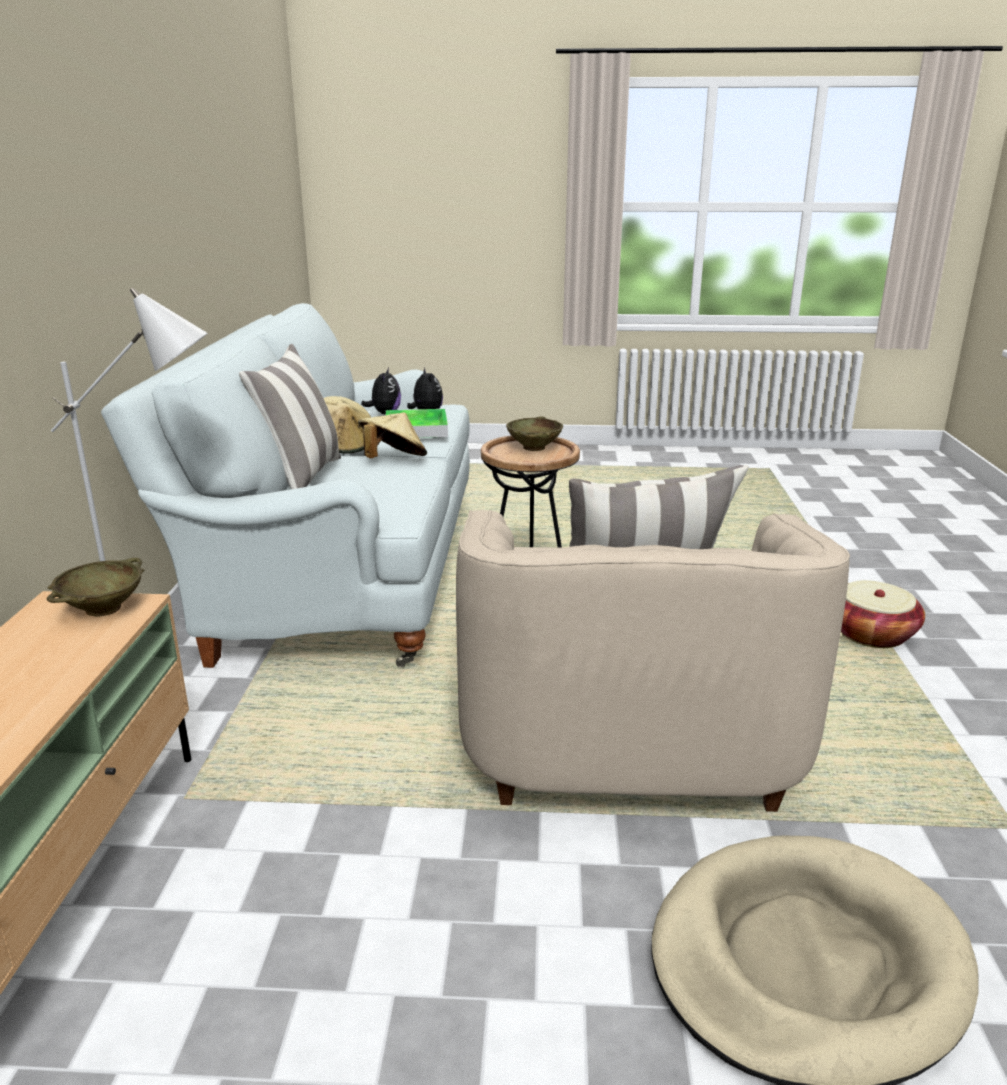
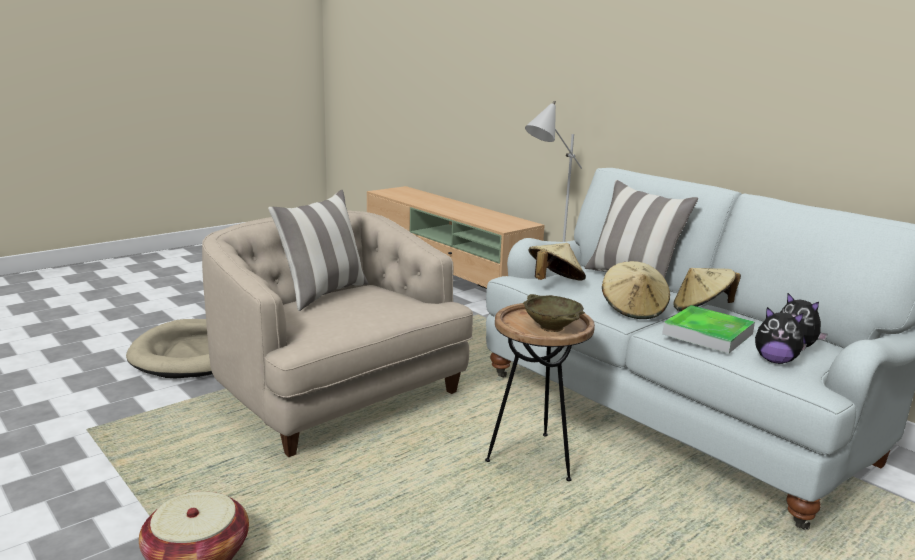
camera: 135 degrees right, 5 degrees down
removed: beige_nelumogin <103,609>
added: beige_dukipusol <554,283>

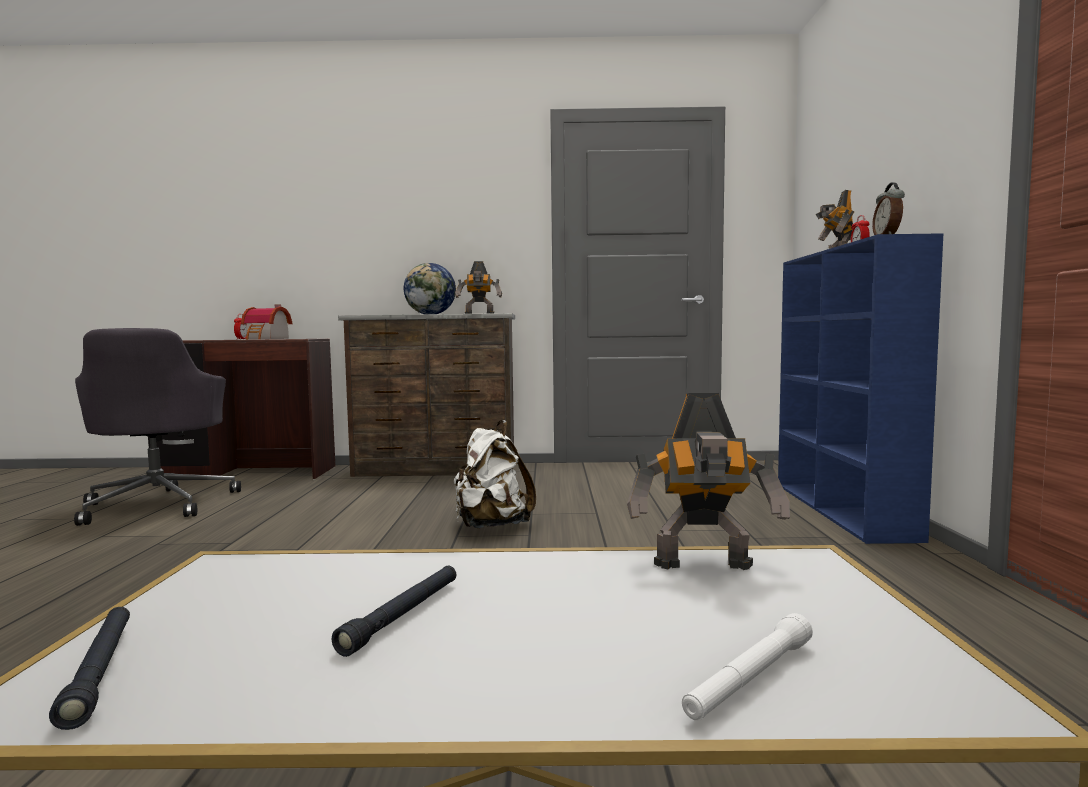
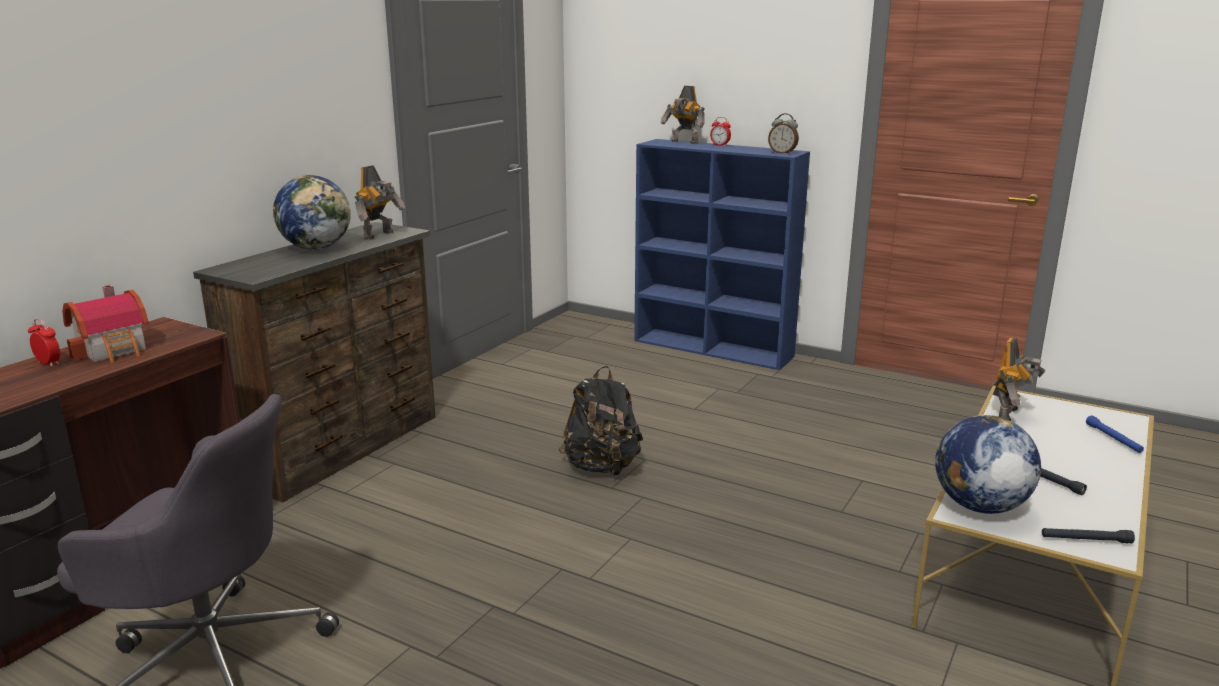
camera: 60 degrees left, 15 degrees up
added: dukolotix <979,506>
recoloured: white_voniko <491,526> to black_voniko <602,467>; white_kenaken <750,679> to blue_kenaken <1113,439>

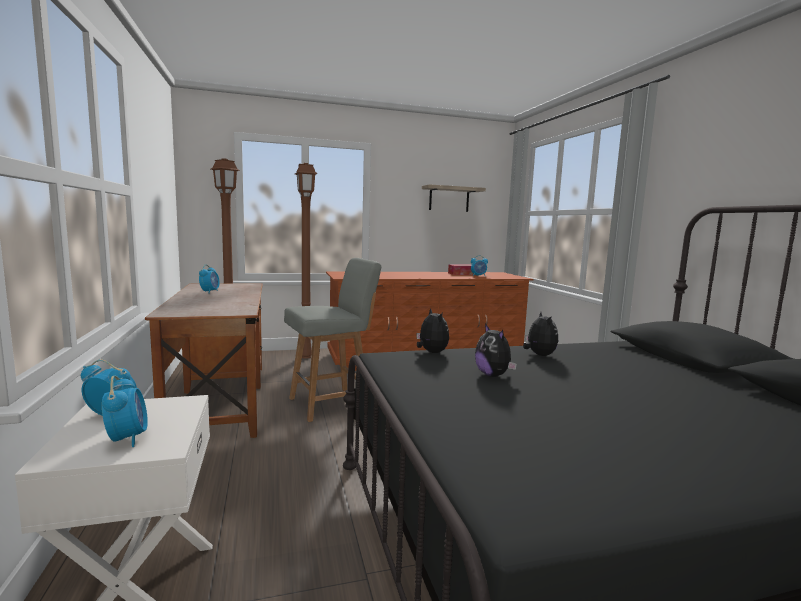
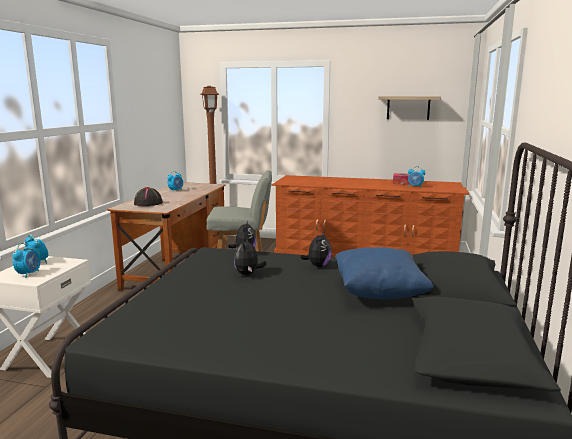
camera: 30 degrees right, 5 degrees up
removed: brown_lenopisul <306,356>
added: black_dukipusol <148,203>; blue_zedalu <379,293>

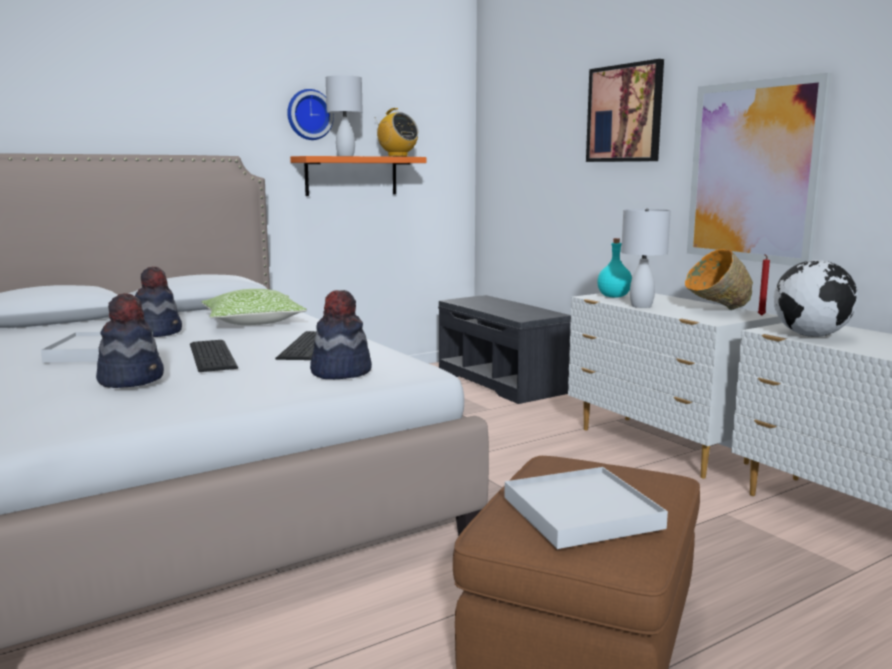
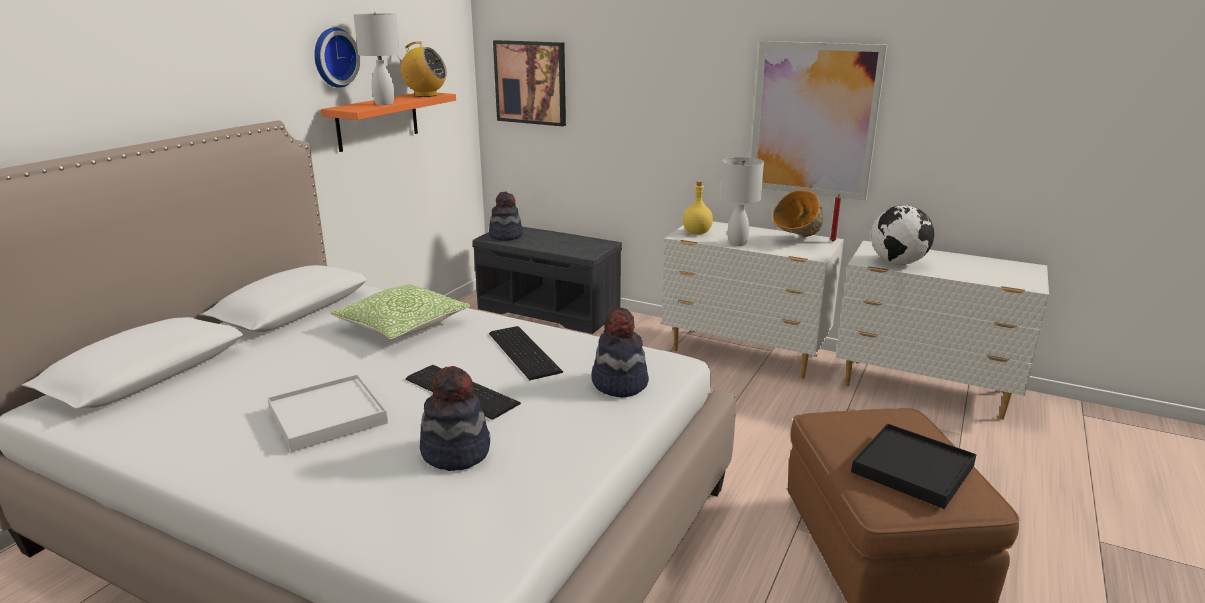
camera: 30 degrees left, 10 degrees up
moved: dukipusol <157,332> to <506,236>; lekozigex <625,113> to <531,82>
recoloured: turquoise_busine <613,296> to yellow_busine <696,232>; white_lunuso <581,512> to black_lunuso <912,469>

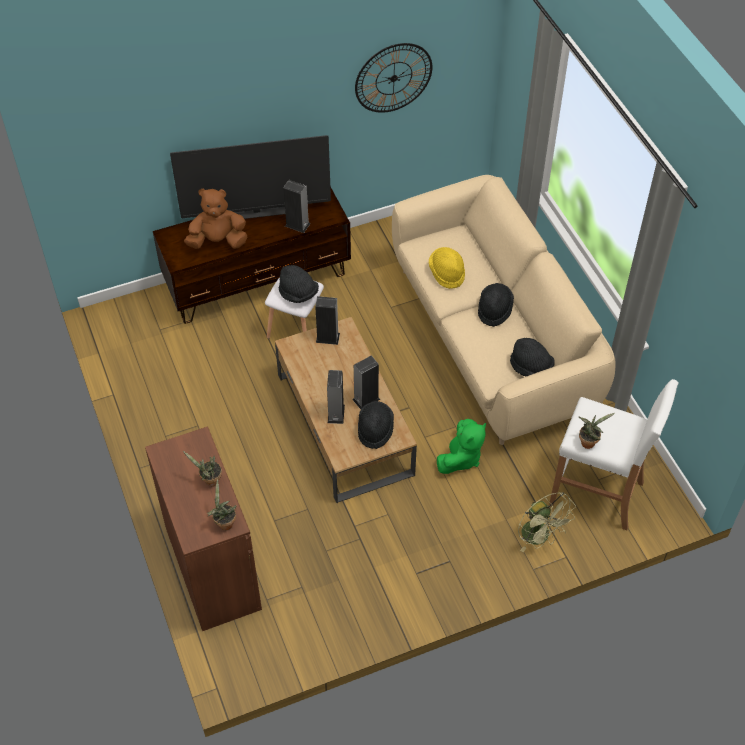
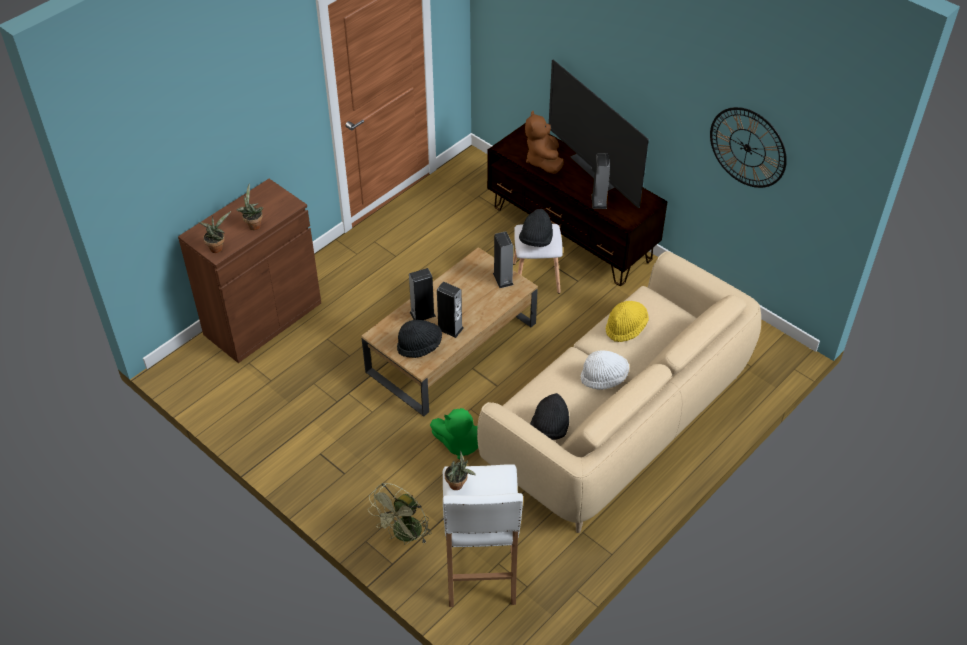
camera: 65 degrees right, 5 degrees down
recoloured: black_dukipusol <494,310> to white_dukipusol <604,377>
turned: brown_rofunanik <218,241> = <543,161> 150 degrees counterclockwise

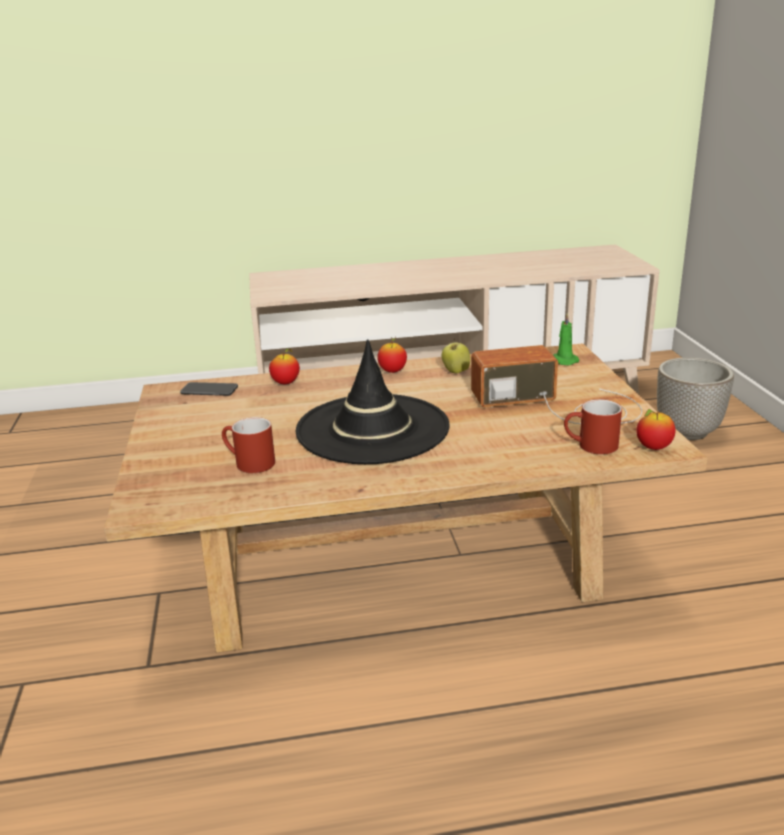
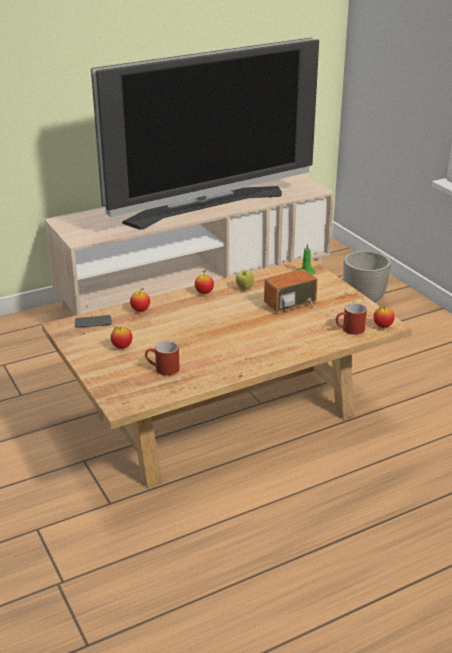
camera: 20 degrees left, 5 degrees up
removed: black_dukipusol <372,429>
added: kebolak <207,206>; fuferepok <122,347>

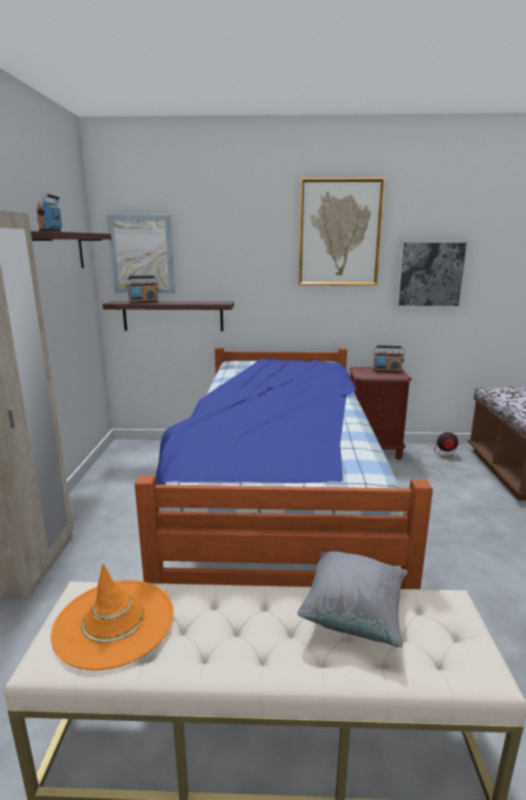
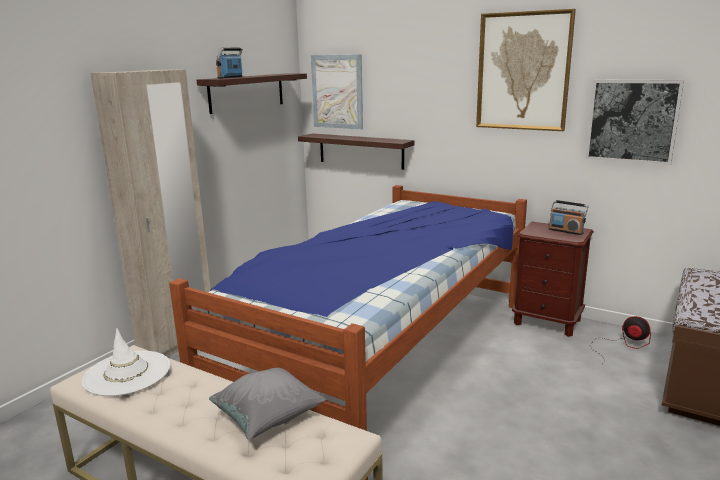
camera: 30 degrees right, 0 degrees up
removed: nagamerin <143,302>
recoloured: orange_dukipusol <114,622> to white_dukipusol <127,373>

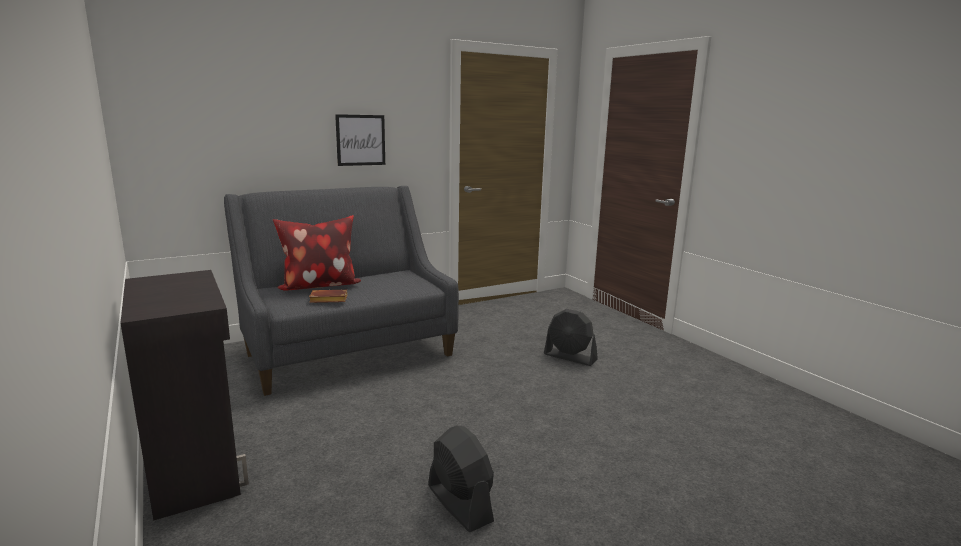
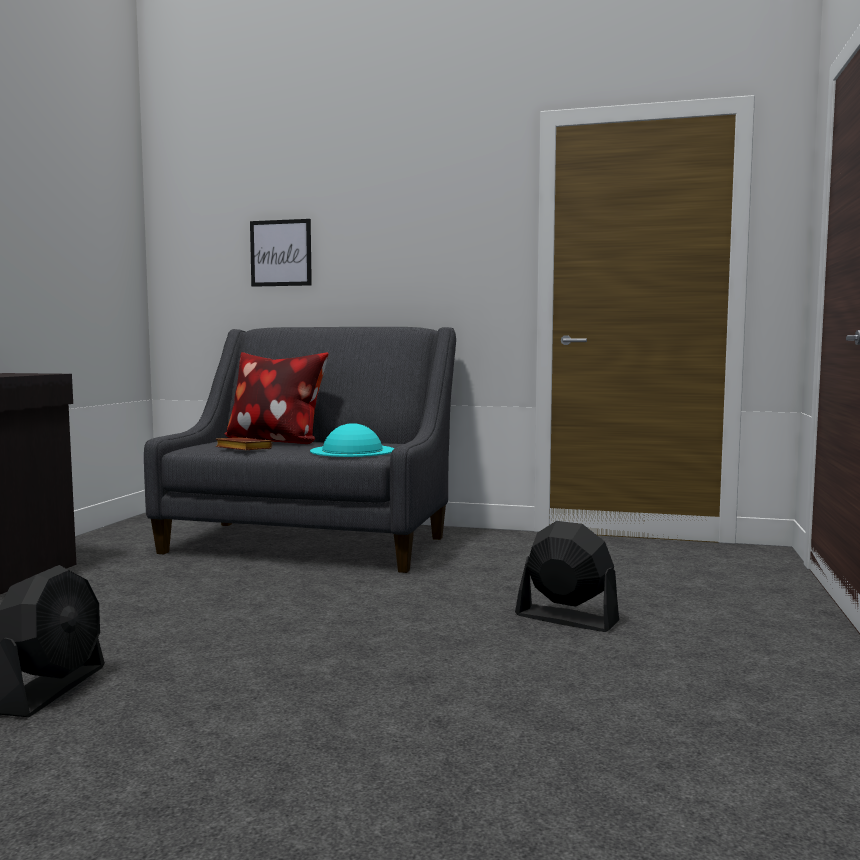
camera: 45 degrees right, 10 degrees down
added: turquoise_dukipusol <352,451>
moved: lekozigex <360,140> to <281,253>
turned: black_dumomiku <570,357> = <566,618> 135 degrees clockwise

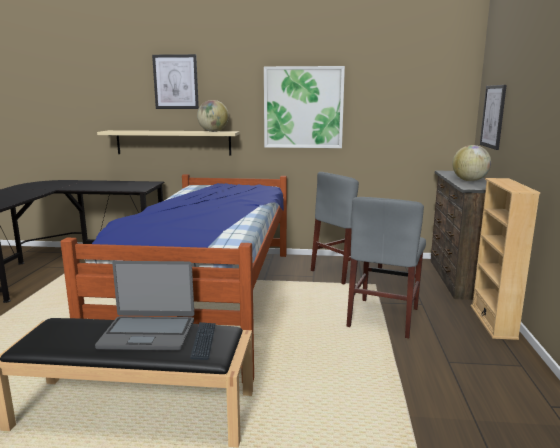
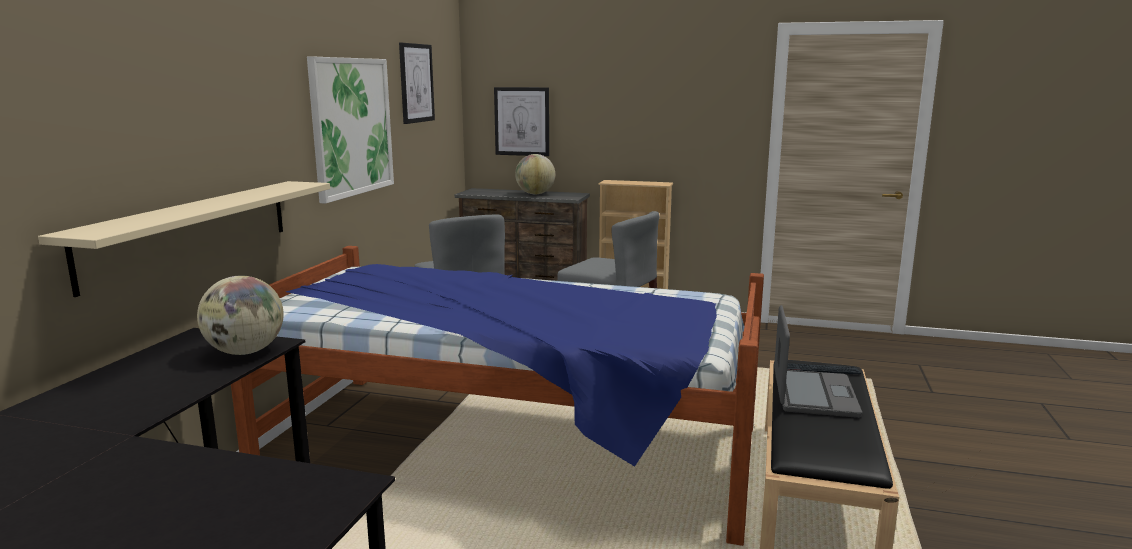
camera: 80 degrees left, 0 degrees up
moved: dukolotix <213,131> to <245,352>; lekozigex <176,82> to <416,83>

